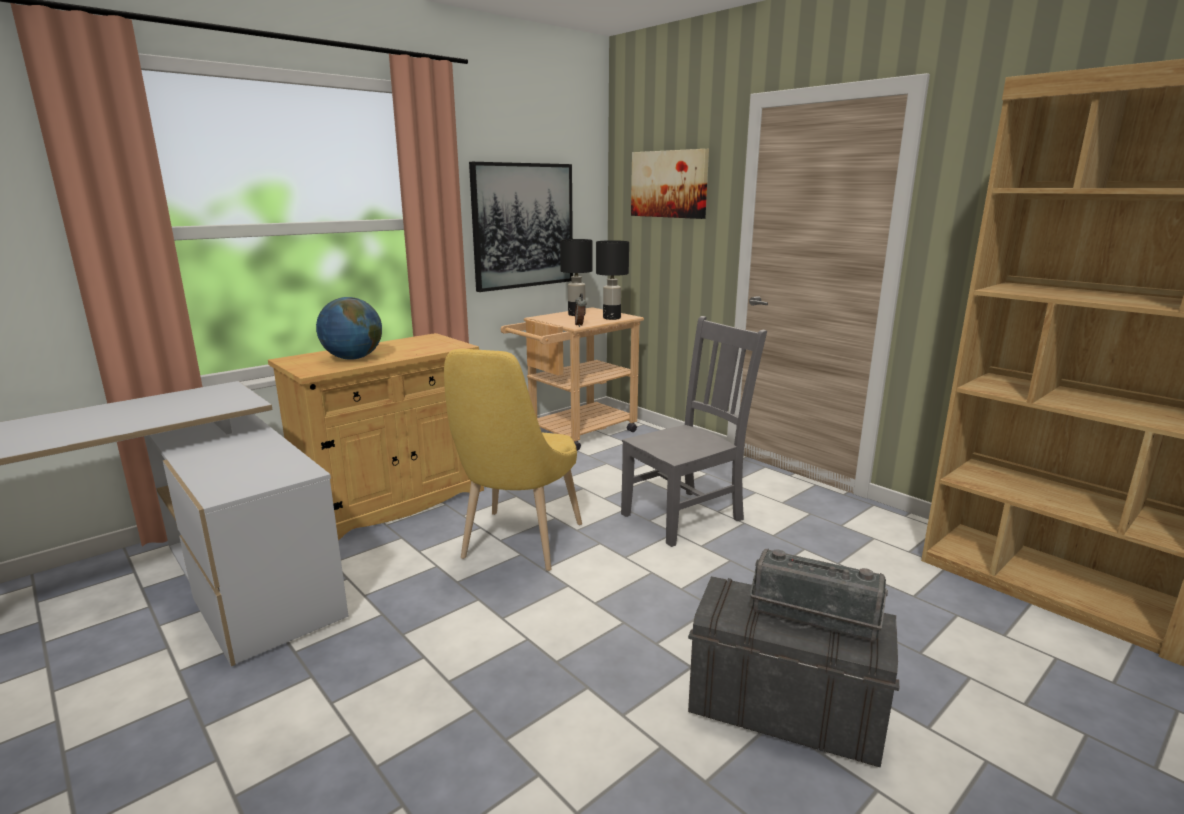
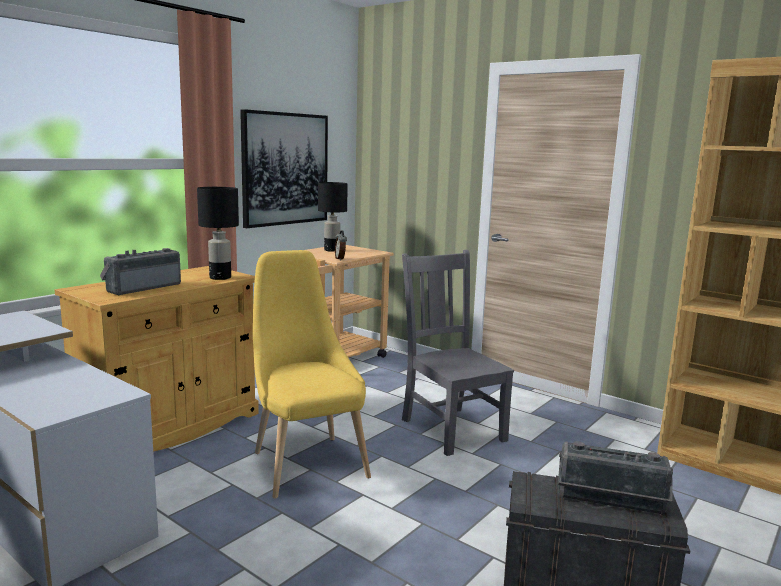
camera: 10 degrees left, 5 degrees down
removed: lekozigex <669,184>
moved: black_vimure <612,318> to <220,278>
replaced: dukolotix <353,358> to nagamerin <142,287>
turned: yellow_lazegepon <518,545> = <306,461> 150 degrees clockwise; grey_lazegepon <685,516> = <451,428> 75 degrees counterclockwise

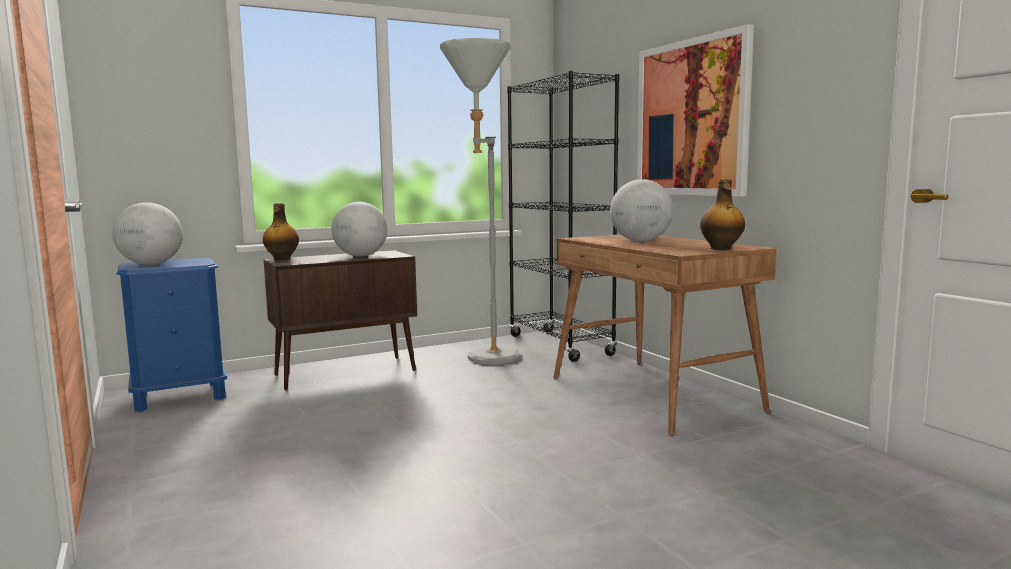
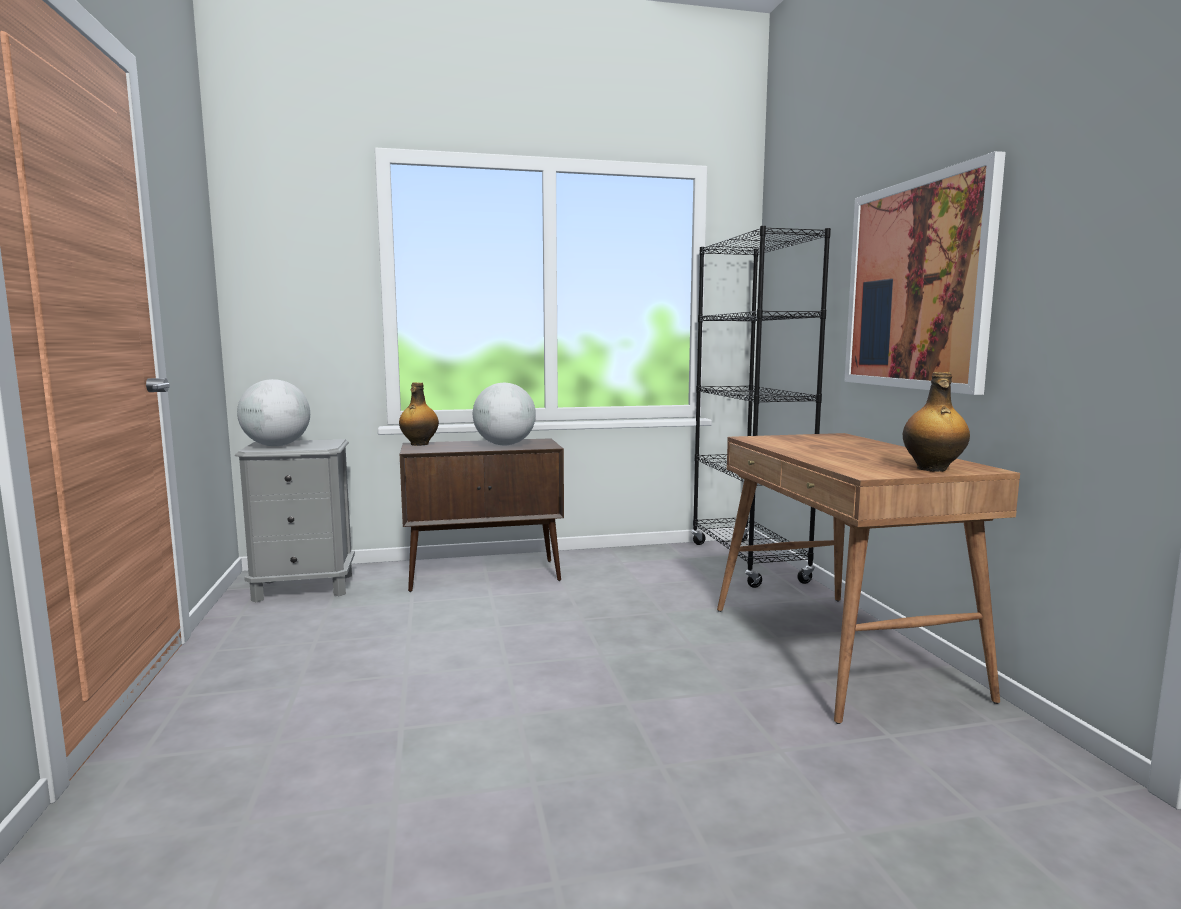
camera: 15 degrees right, 0 degrees up
removed: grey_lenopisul <484,360>; dukolotix <640,241>
recoloured: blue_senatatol <180,396> to grey_senatatol <304,587>

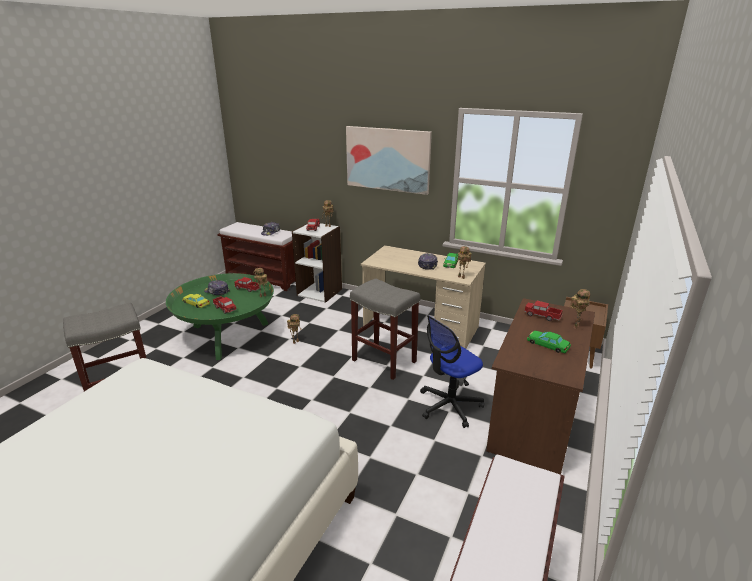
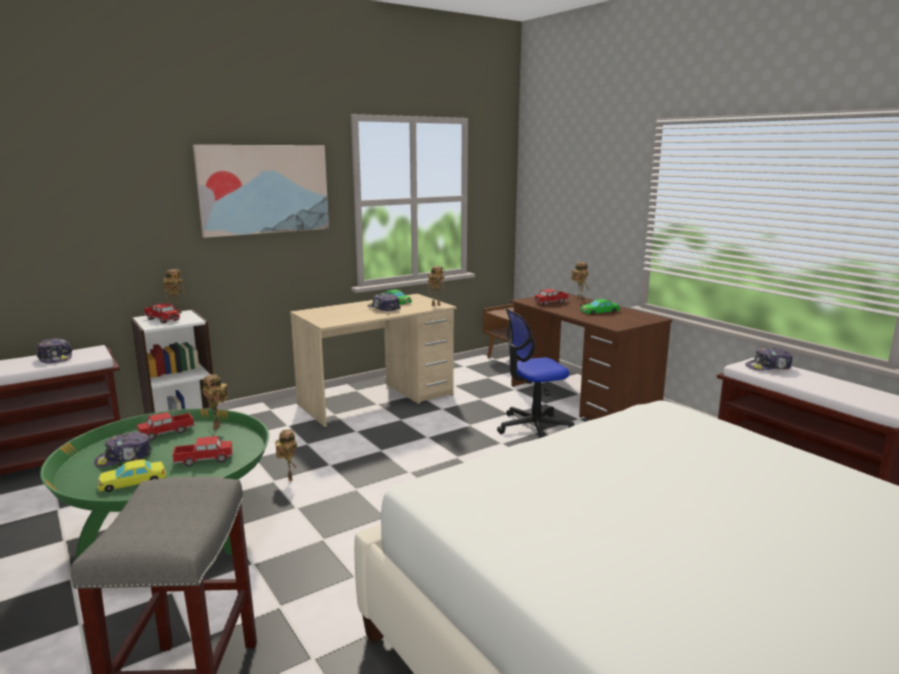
camera: 60 degrees left, 10 degrees down
removed: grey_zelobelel <383,361>
added: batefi <768,367>
turned: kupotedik <449,405> = <533,428> 75 degrees clockwise

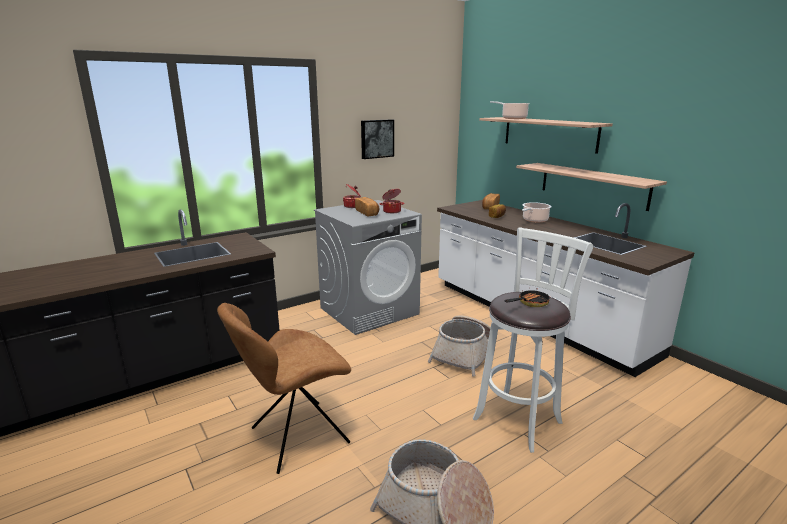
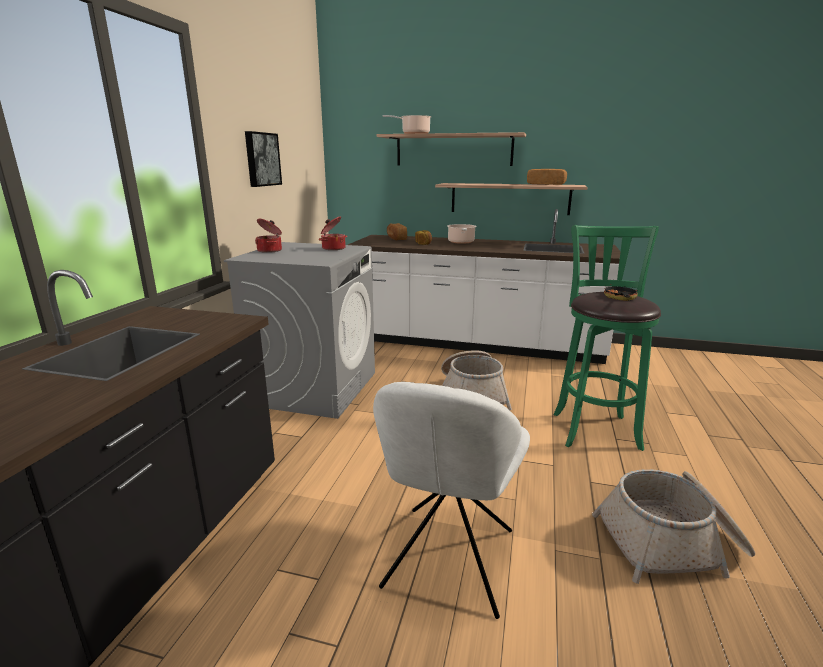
camera: 40 degrees left, 0 degrees up
moved: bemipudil <367,213> to <545,184>
recoloured: brown_lazegepon <296,437> to white_lazegepon <448,562>; white_zelobelel <519,418> to green_zelobelel <594,428>

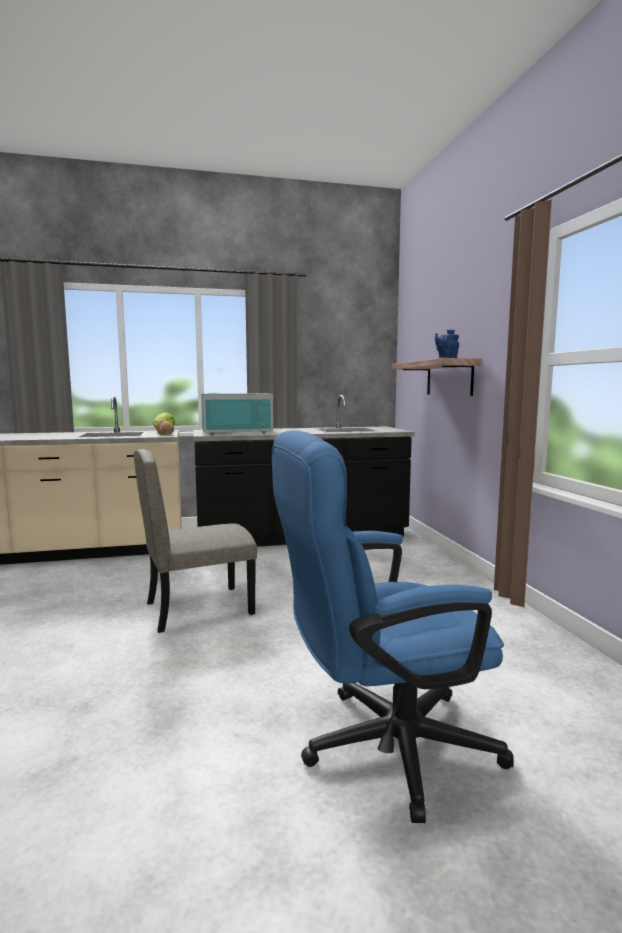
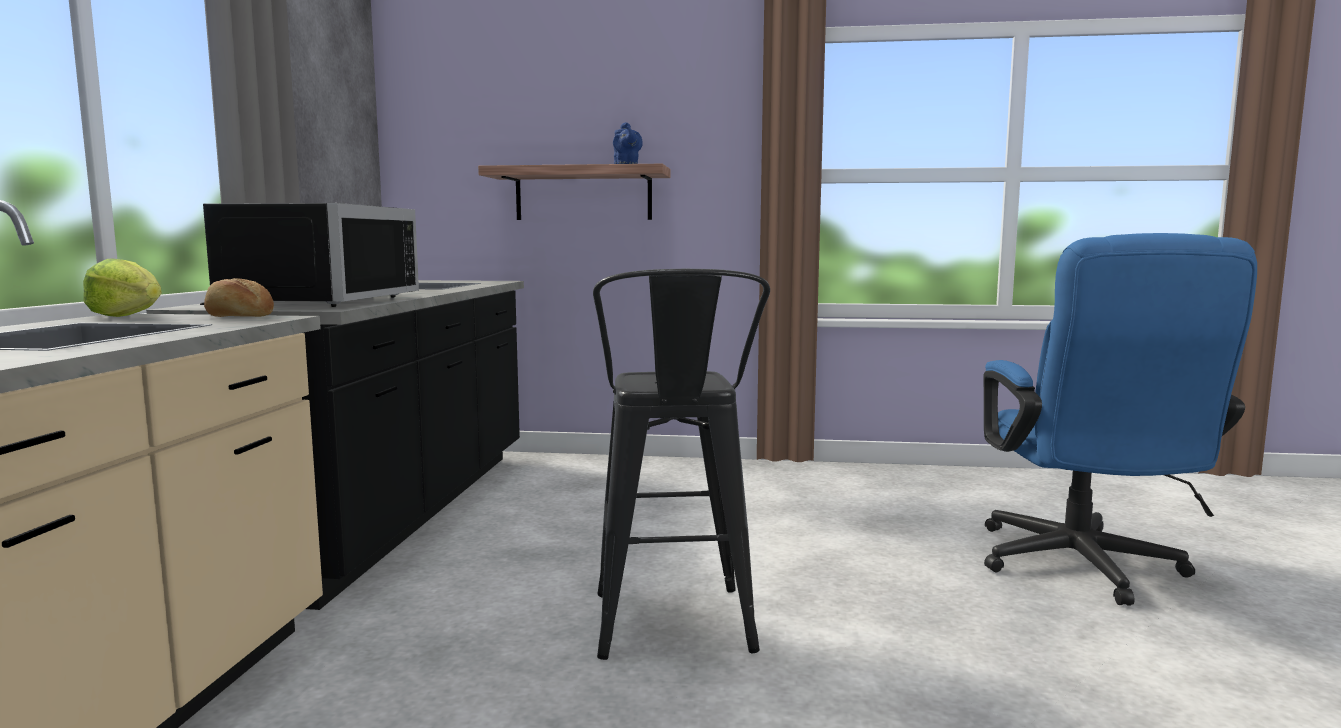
camera: 70 degrees left, 0 degrees up
replaced: beige_lazegepon <199,608> to black_zelobelel <673,632>
recoloured: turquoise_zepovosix <236,432> to black_zepovosix <311,301>

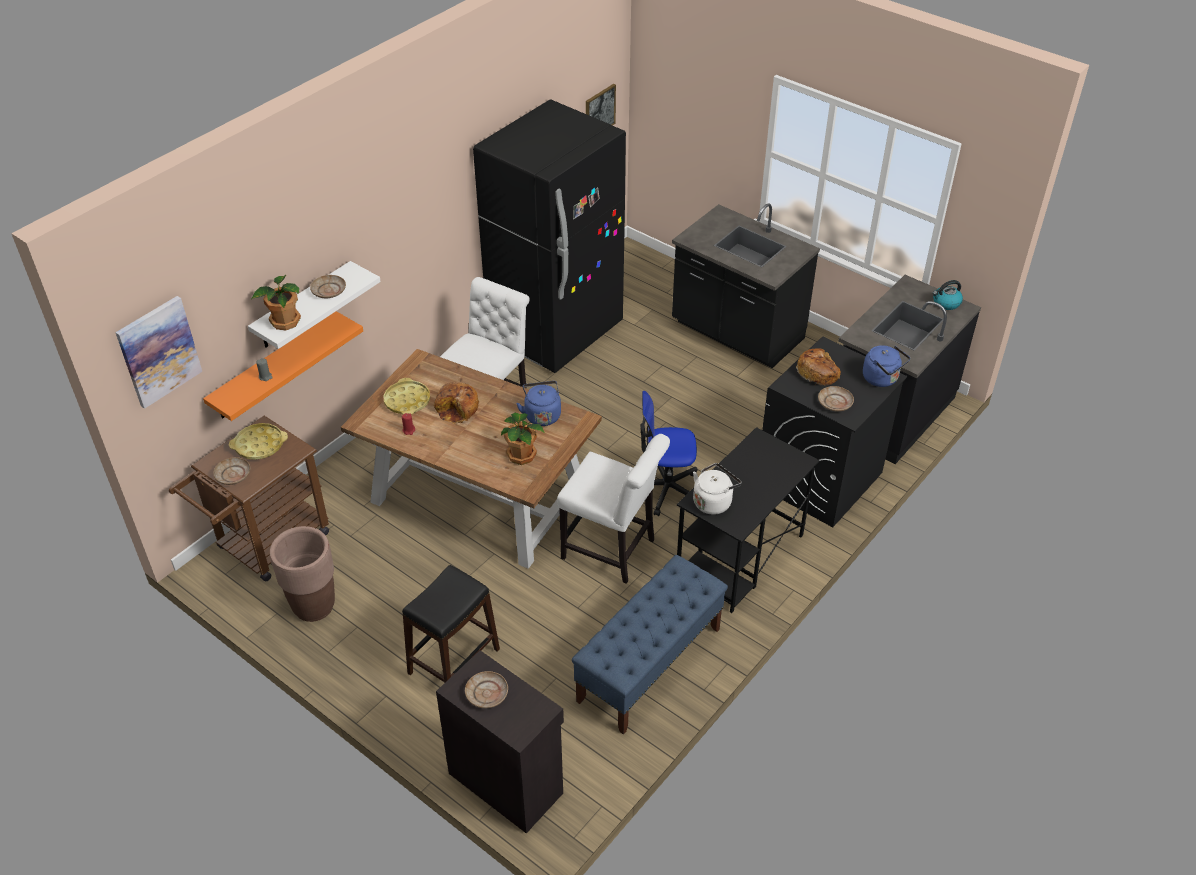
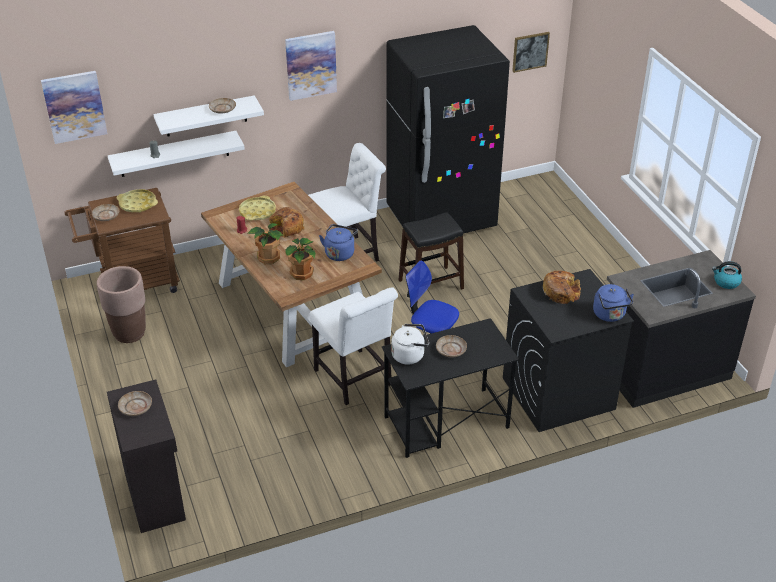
camera: 30 degrees right, 5 degrees down
removed: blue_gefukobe <649,665>; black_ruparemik <736,333>
added: lekozigex <311,65>
moved: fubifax <284,321> to <268,257>; black_zelobelel <453,661> to <430,284>; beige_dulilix <835,403> to <451,350>
recoloured: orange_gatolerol <275,366> to white_gatolerol <174,154>

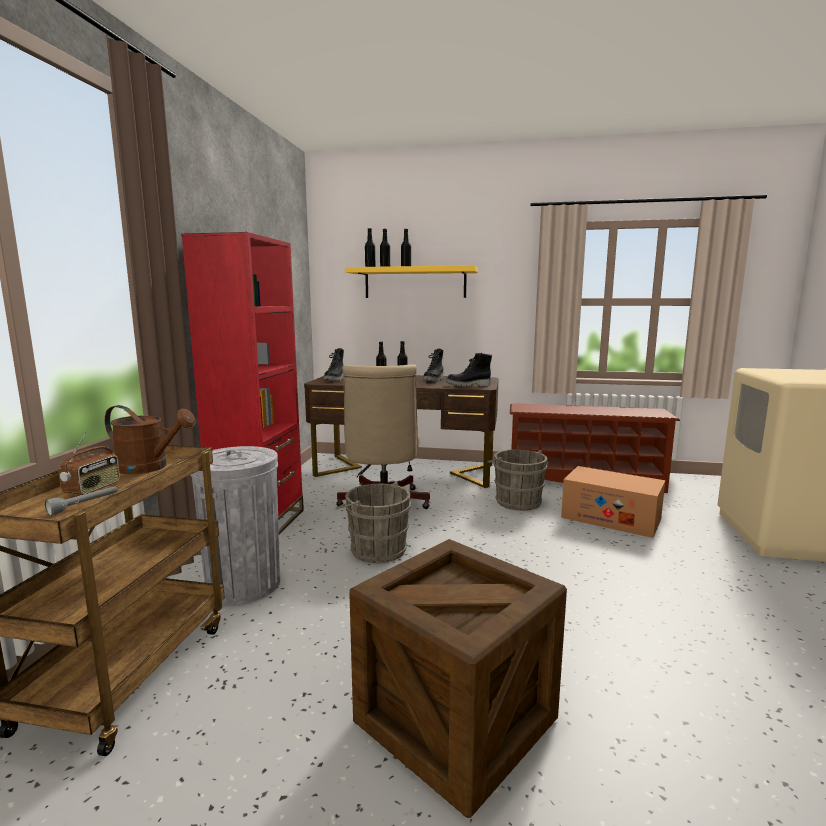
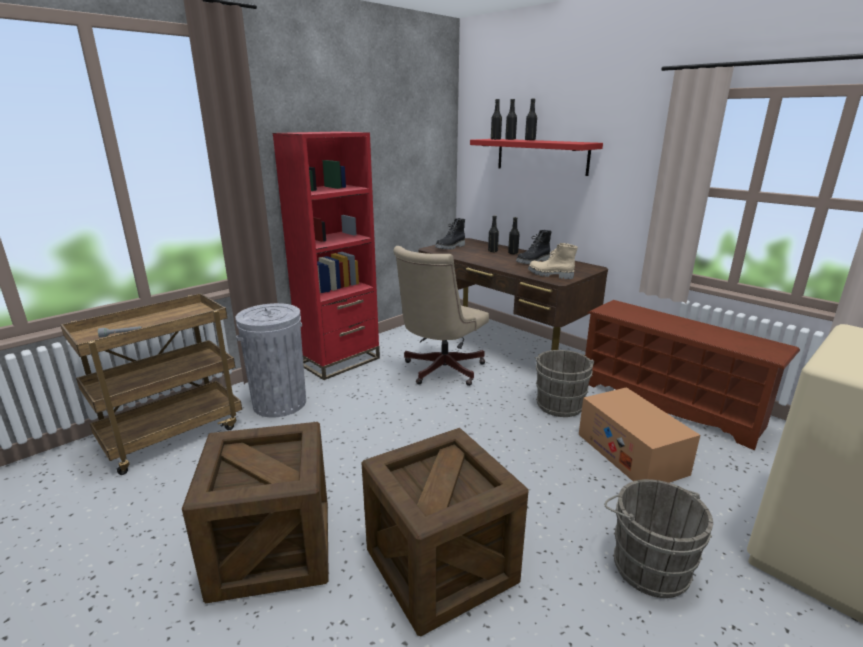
camera: 35 degrees right, 10 degrees up
removed: nagamerin <93,488>; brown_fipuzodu <150,468>
added: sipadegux <441,566>
moved: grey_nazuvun <375,549> to <647,564>
recoloured: yellow_gatolerol <415,283> to red_gatolerol <541,156>; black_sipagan <468,385> to beige_sipagan <550,275>

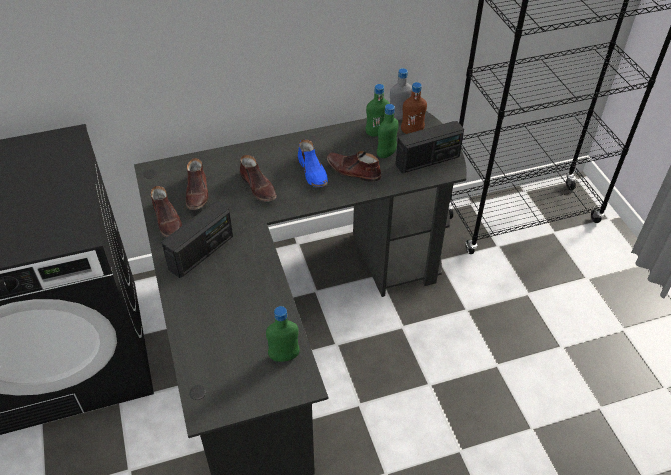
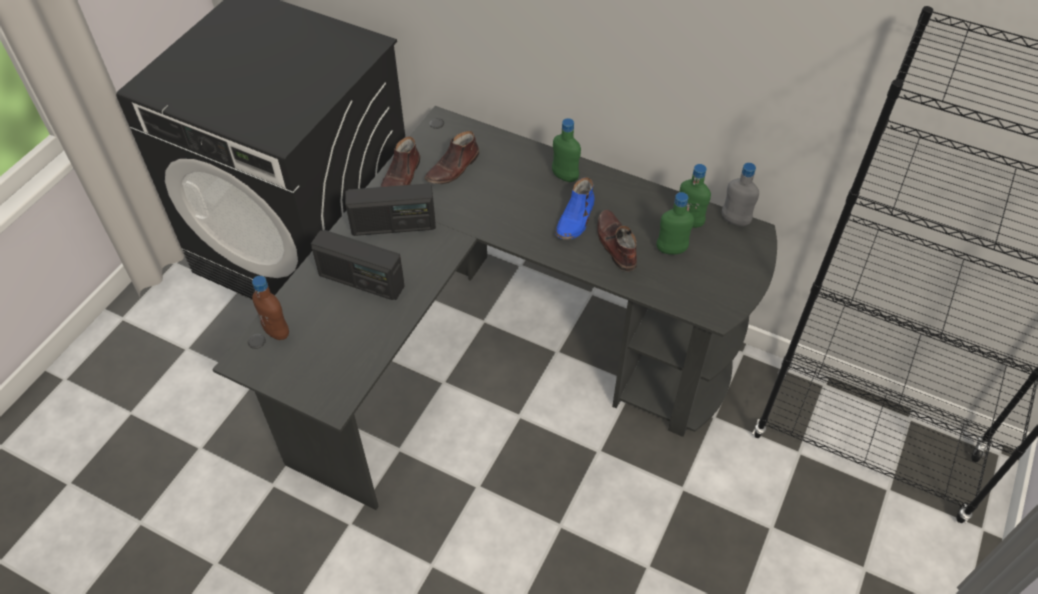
camera: 45 degrees right, 5 degrees up
removed: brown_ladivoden <259,187>
moved: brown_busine <412,131> to <277,332>; nagamerin <427,161> to <361,280>; green_busine <284,356> to <565,177>

